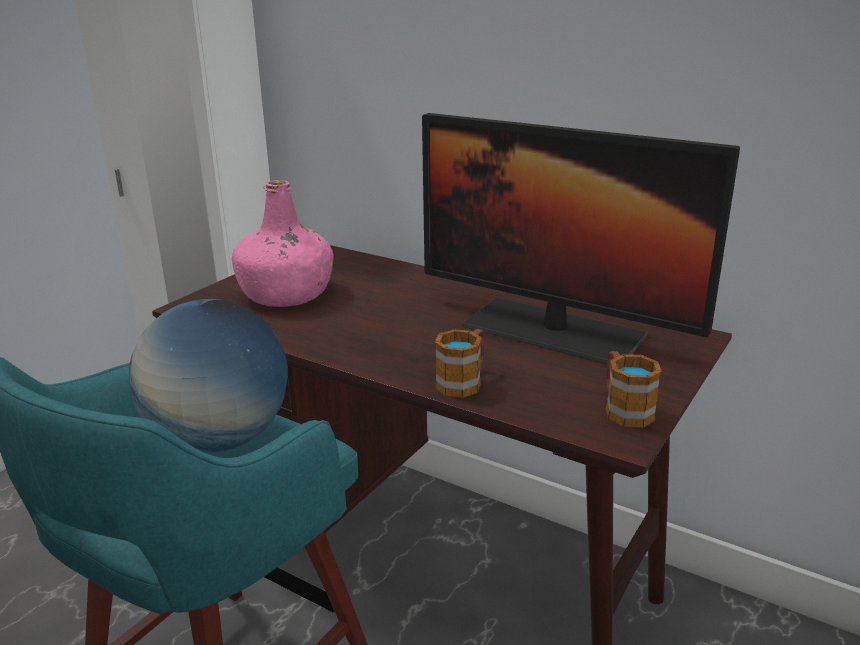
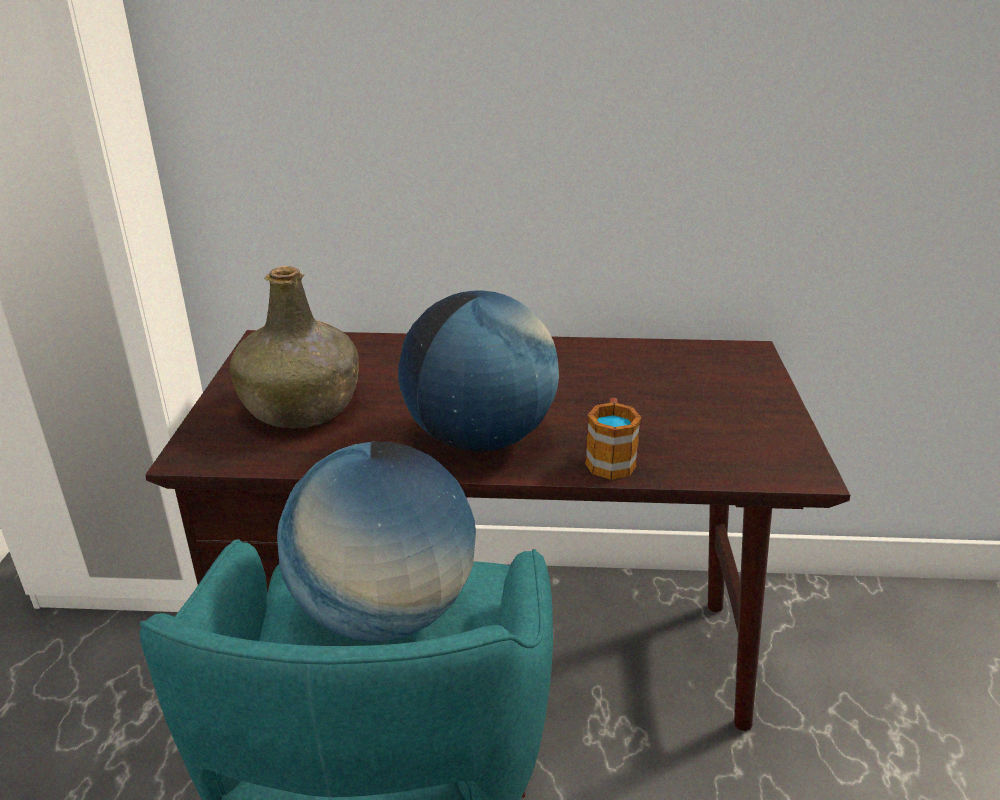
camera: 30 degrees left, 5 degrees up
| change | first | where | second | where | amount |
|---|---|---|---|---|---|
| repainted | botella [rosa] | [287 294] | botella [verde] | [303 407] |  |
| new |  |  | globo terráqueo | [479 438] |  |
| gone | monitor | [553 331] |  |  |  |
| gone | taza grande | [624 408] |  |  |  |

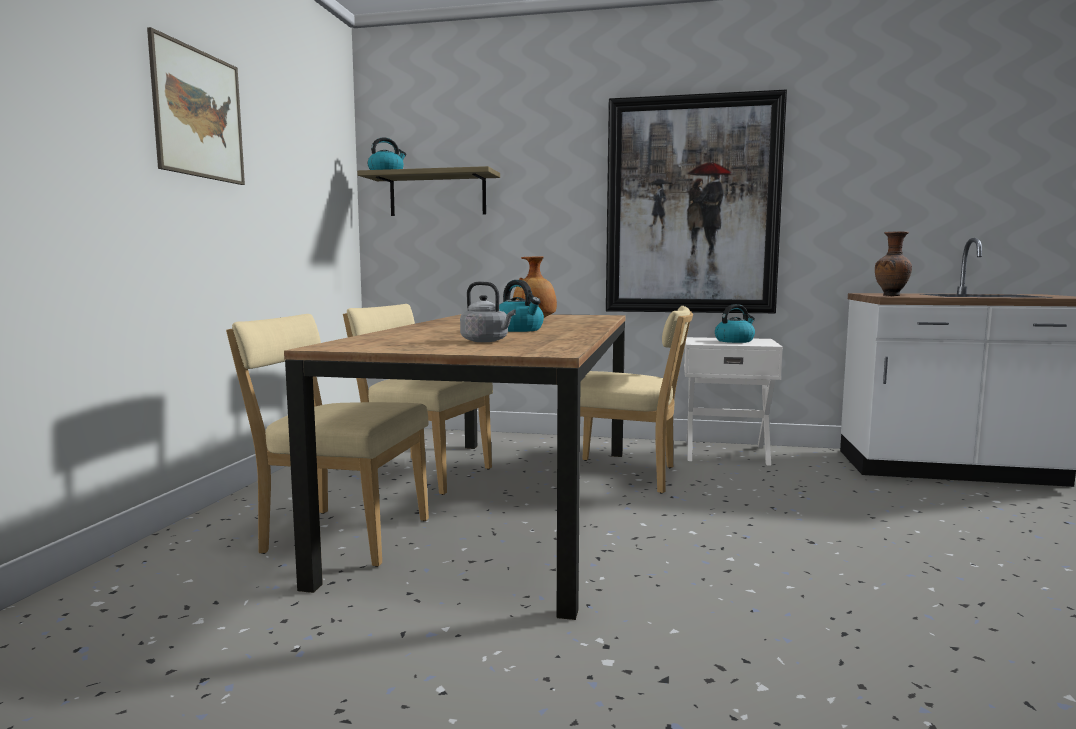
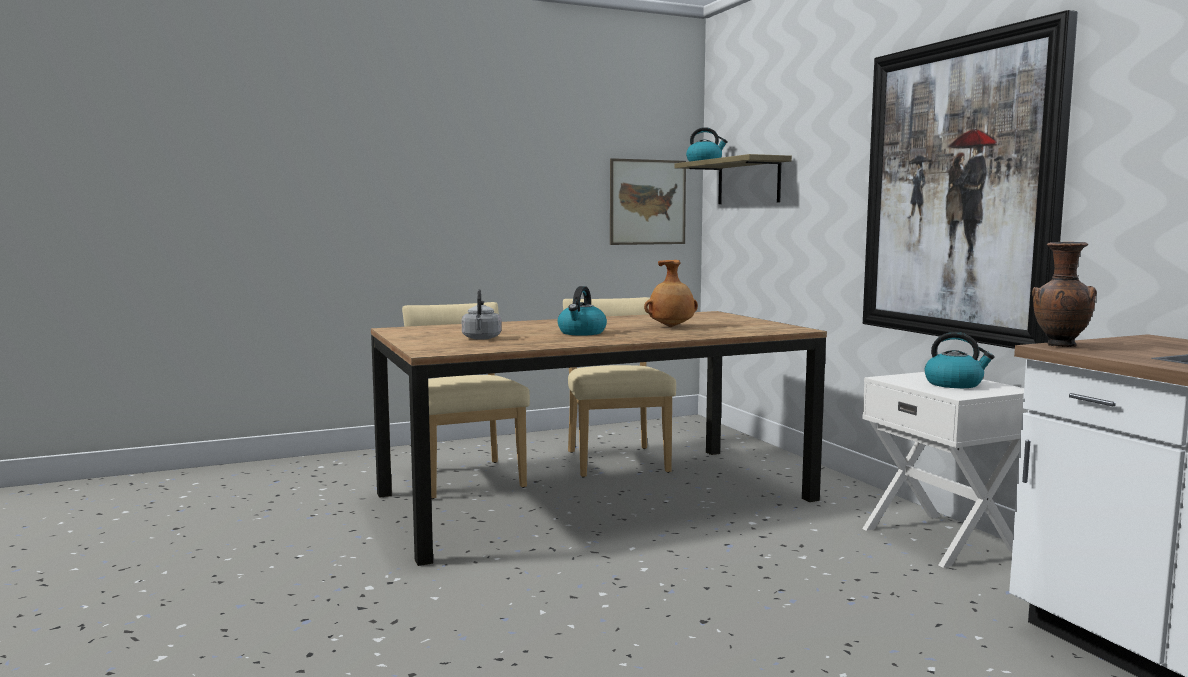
camera: 55 degrees right, 0 degrees up
| change | first | where | second | where | amount |
|---|---|---|---|---|---|
| shifted | cuadro | [199 114] |  | [647 202] |  |
| gone | silla [beis] | [627 476] |  |  |  |

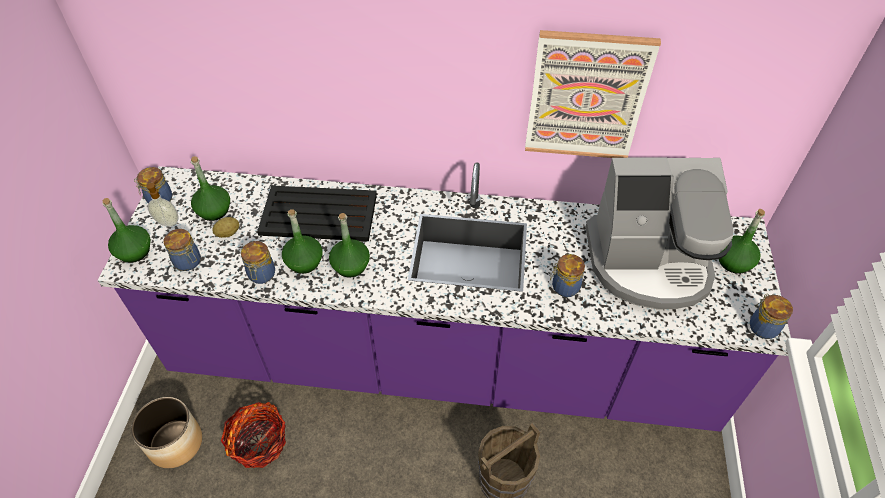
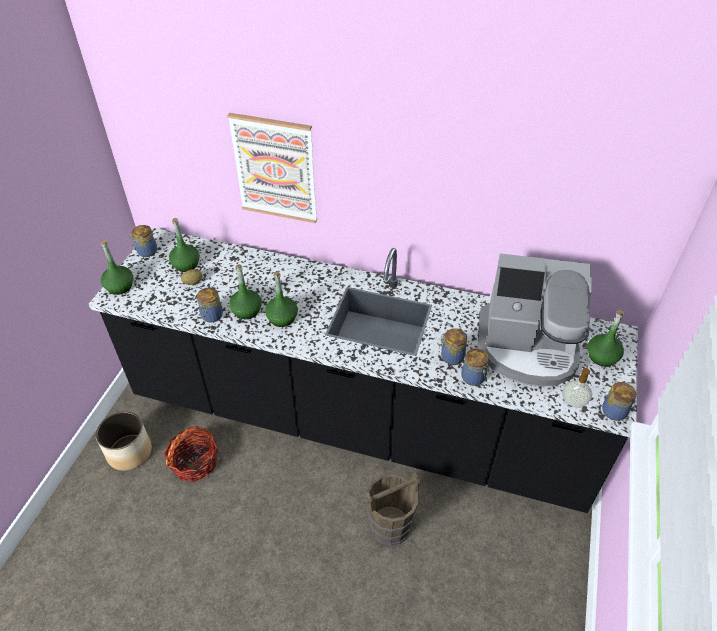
camera: 10 degrees right, 5 degrees down
| change | first | where | second | where | amount |
|---|---|---|---|---|---|
| repainted | mueble bajo de cocina [morado] | [442 360] | mueble bajo de cocina [negro] | [358 421] |  |
| shifted | cuadro | [587 96] |  | [275 168] |  |
| shifted | tarro | [188 262] |  | [473 378] |  |
| shifted | dispensador de jabón | [168 221] |  | [573 402] |  |
| gone | bandeja [negro] | [317 214] |  |  |  |

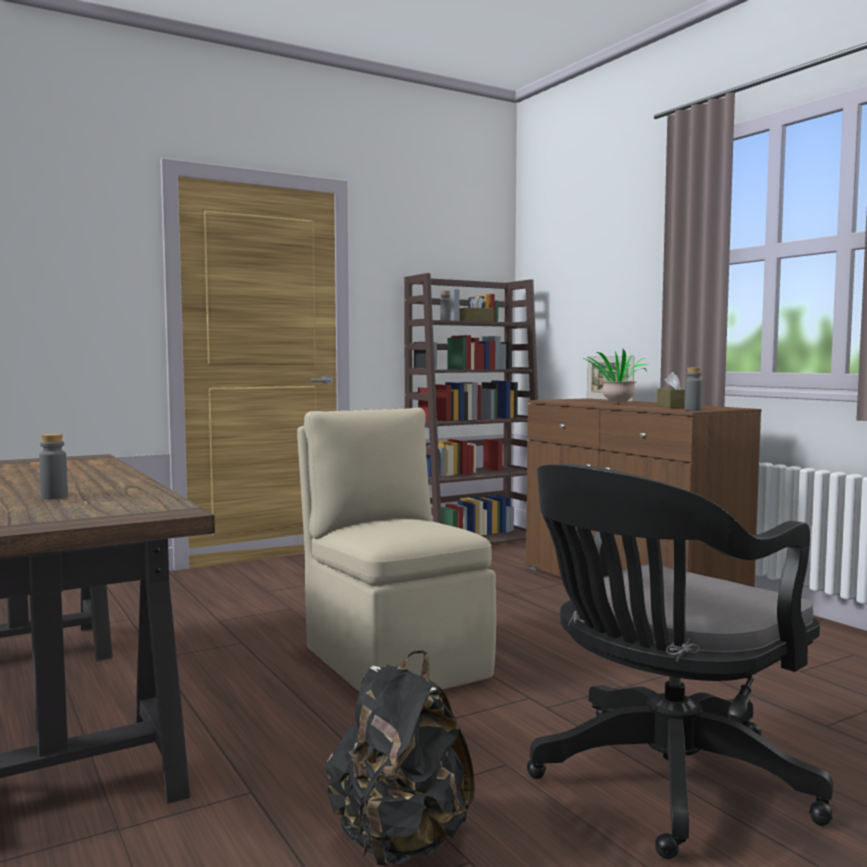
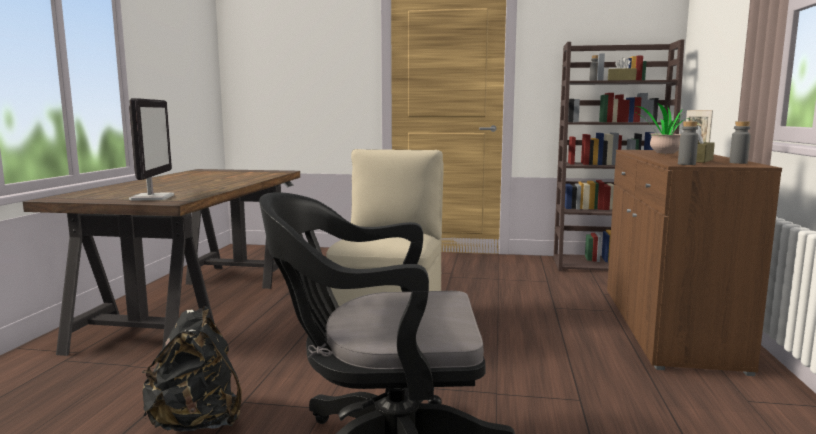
camera: 40 degrees right, 5 degrees up
| change | first | where | second | where | amount |
|---|---|---|---|---|---|
| new |  |  | monitor | [152 198] |  |
| shifted | botella [gris] | [54 497] |  | [738 163] |  |

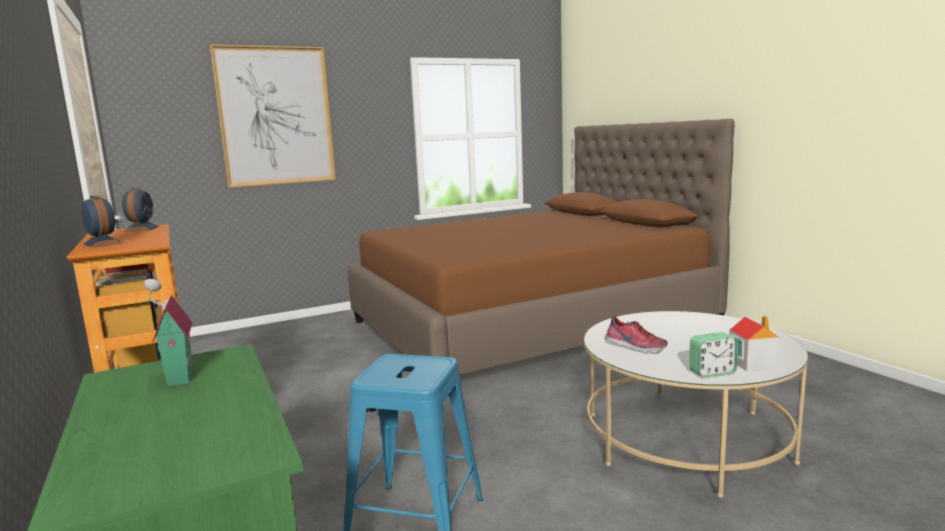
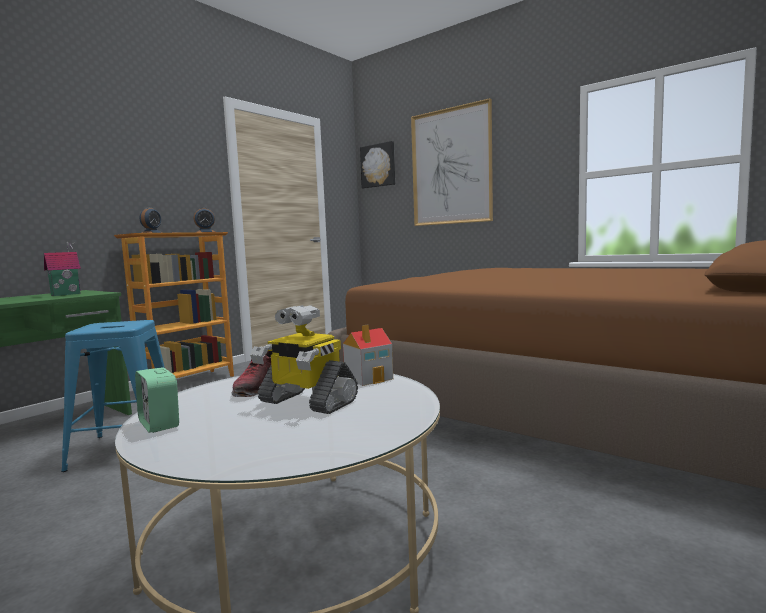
camera: 65 degrees right, 5 degrees down
| change | first | where | second | where | amount |
|---|---|---|---|---|---|
| new |  |  | robot de juguete | [306 402] |  |
| shifted | casita | [751 363] |  | [369 378] |  |
| new |  |  | cuadro | [378 165] |  |

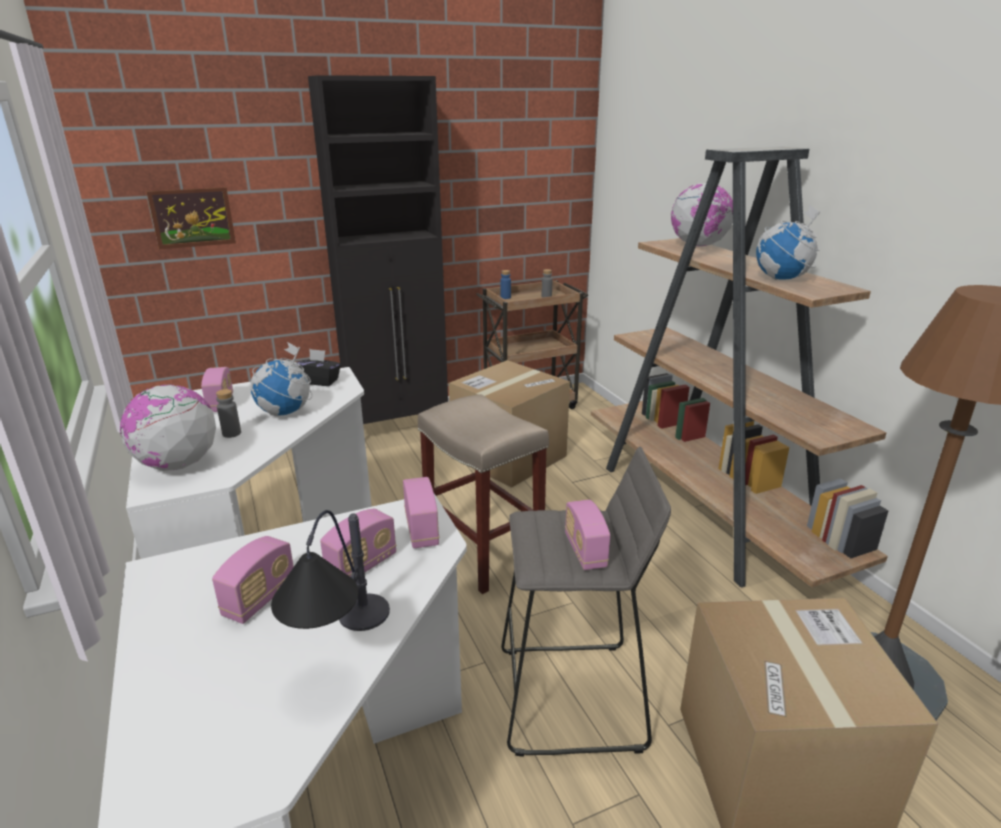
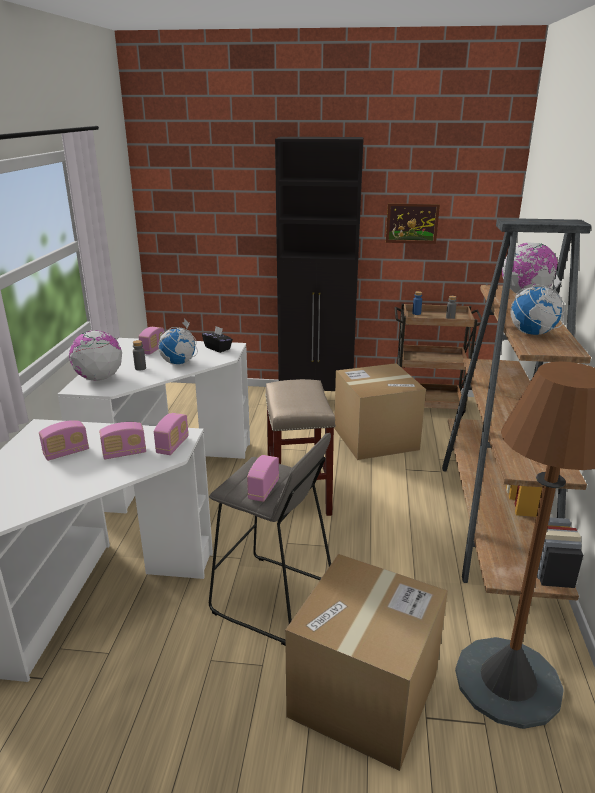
camera: 30 degrees right, 0 degrees up
| change | first | where | second | where | amount |
|---|---|---|---|---|---|
| shifted | cuadro | [192 218] |  | [412 223] |  |
| gone | lámpara de mesa | [342 651] |  |  |  |

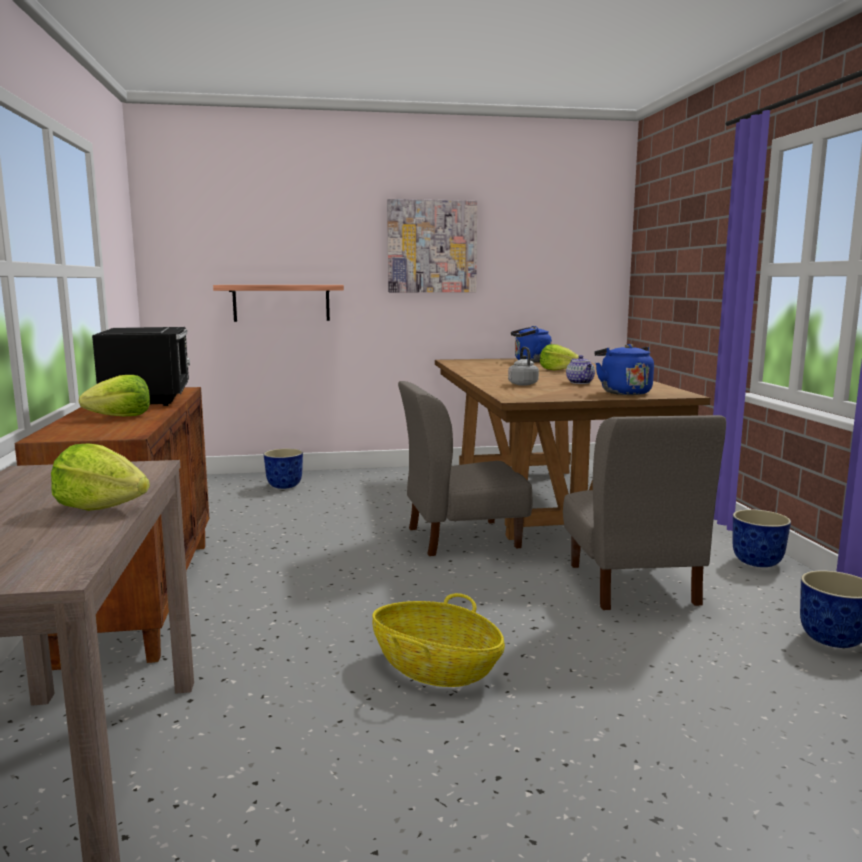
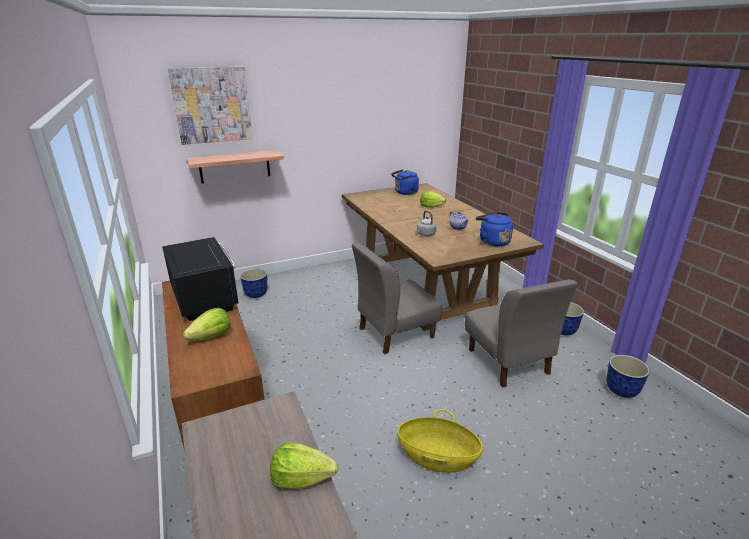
camera: 15 degrees left, 15 degrees up
| change | first | where | second | where | amount |
|---|---|---|---|---|---|
| shifted | cuadro | [432 246] |  | [212 105] |  |

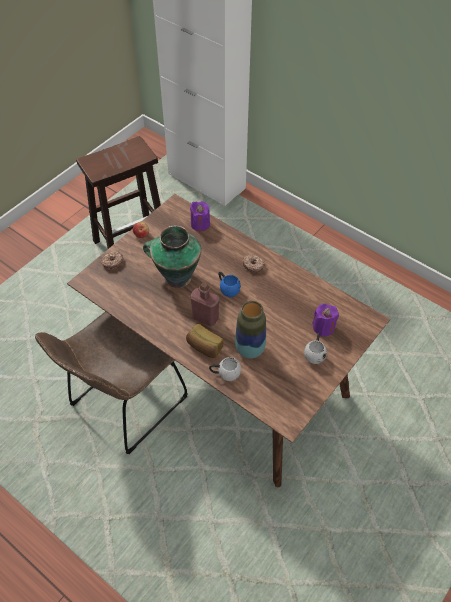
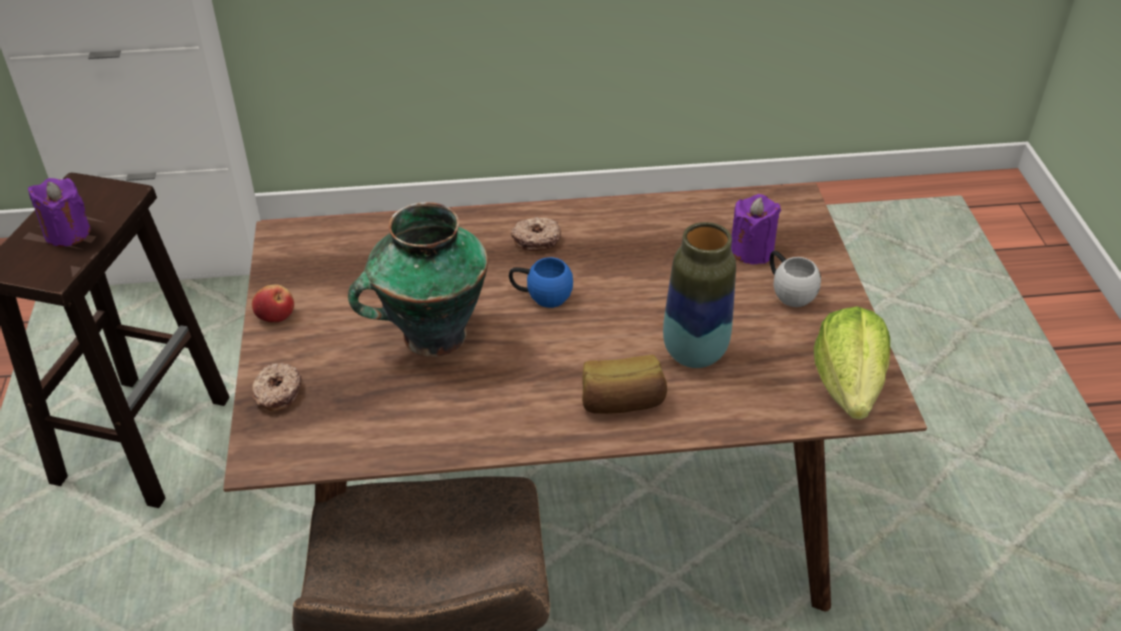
camera: 45 degrees left, 10 degrees down
| change | first | where | second | where | amount |
|---|---|---|---|---|---|
| shifted | vela [morado] | [200 224] |  | [67 233] |  |
| new |  |  | lechuga | [848 386] |  |
| gone | botella [rojo] | [205 317] |  |  |  |
| gone | taza grande [blanco] | [225 374] |  |  |  |

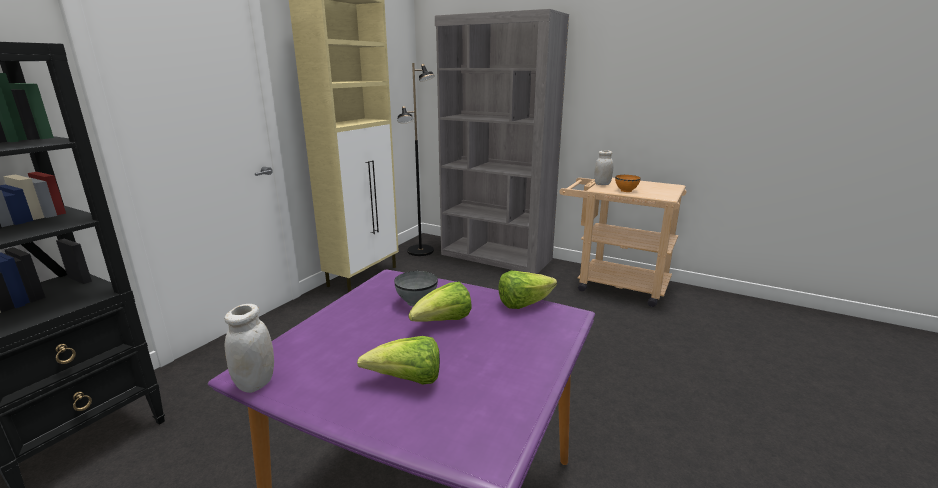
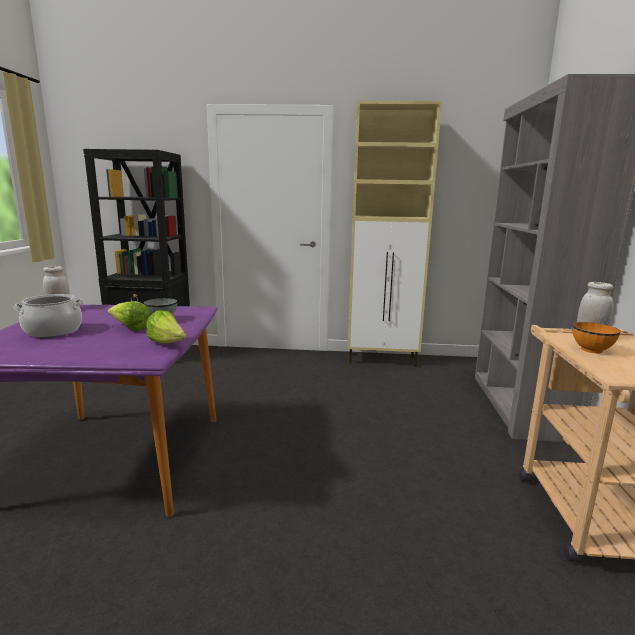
camera: 65 degrees right, 5 degrees down
| change | first | where | second | where | amount |
|---|---|---|---|---|---|
| swapped | lechuga | [407 380] | olla | [53 331] |  |
| gone | lámpara de pie [negro] | [421 251] |  |  |  |

